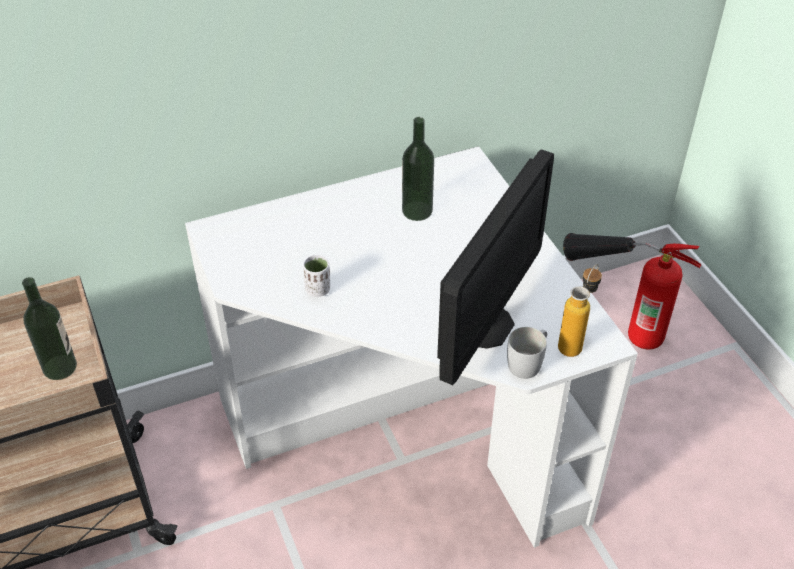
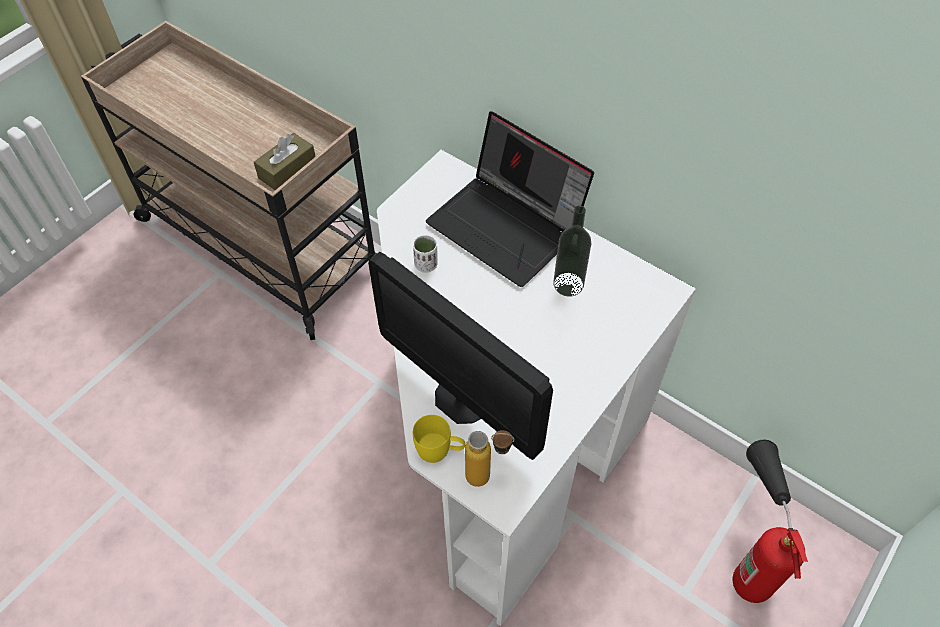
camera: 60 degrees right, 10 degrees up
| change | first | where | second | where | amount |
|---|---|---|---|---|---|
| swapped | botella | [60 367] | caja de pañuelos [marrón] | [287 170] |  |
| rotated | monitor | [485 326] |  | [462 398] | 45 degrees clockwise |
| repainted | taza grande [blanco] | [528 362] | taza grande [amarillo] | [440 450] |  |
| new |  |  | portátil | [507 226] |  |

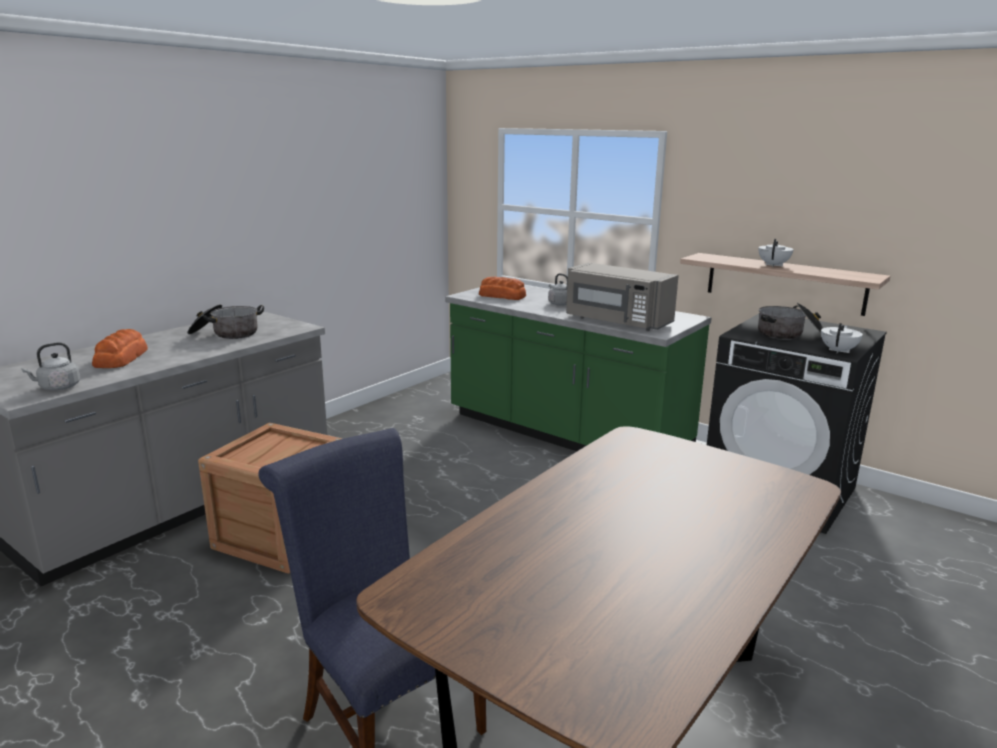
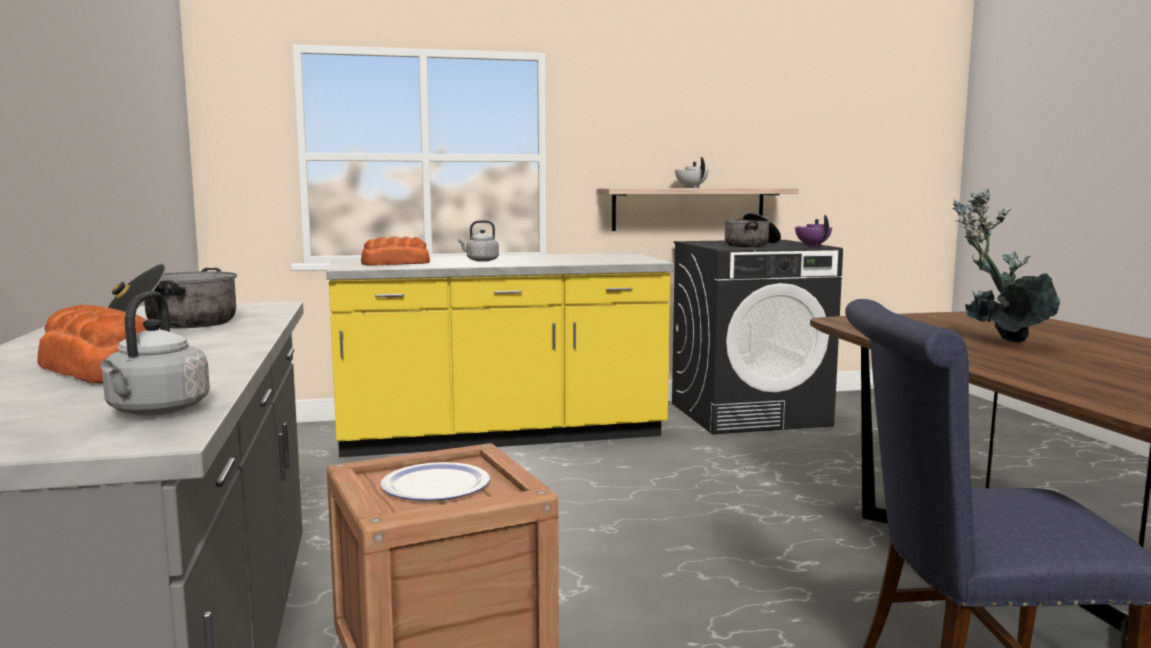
camera: 50 degrees left, 10 degrees down
| change | first | where | second | where | amount |
|---|---|---|---|---|---|
| repainted | mueble bajo de cocina [verde] | [566 434] | mueble bajo de cocina [amarillo] | [501 435] |  |
| new |  |  | plato | [435 484] |  |
| repainted | tetera [blanco] | [839 351] | tetera [morado] | [812 246] |  |
| new |  |  | planta en maceta | [998 342] |  |
| gone | microondas [gris] | [617 321] |  |  |  |

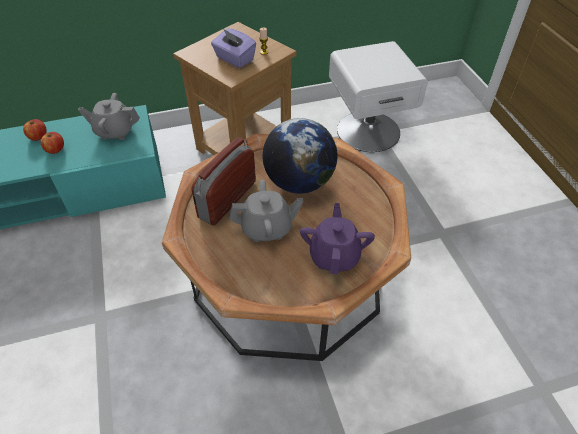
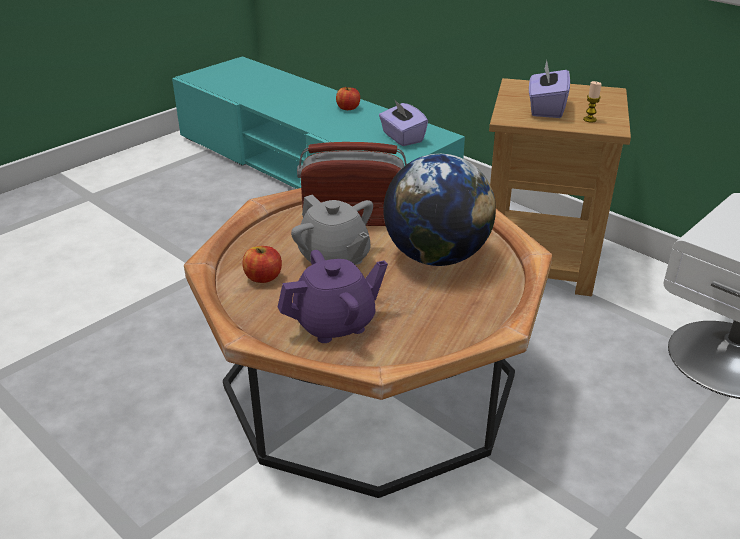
camera: 60 degrees right, 15 degrees down
| change | first | where | second | where | amount |
|---|---|---|---|---|---|
| shifted | manzana | [55 149] |  | [263 277] |  |
| swapped | tetera [gris] | [115 131] | caja de pañuelos [morado] | [402 137] |  |

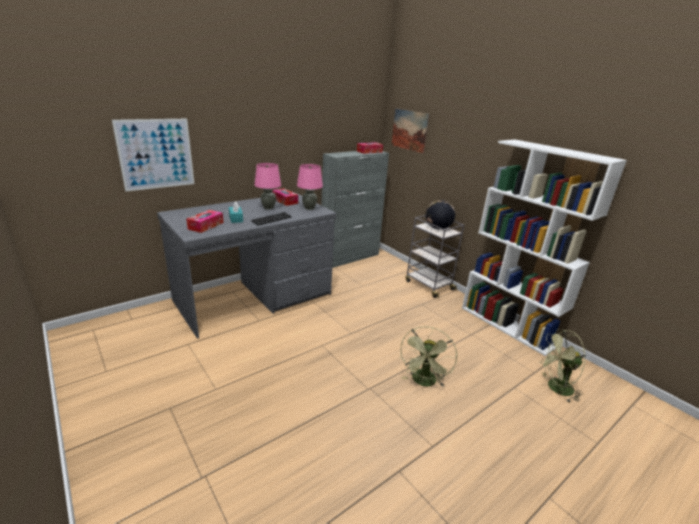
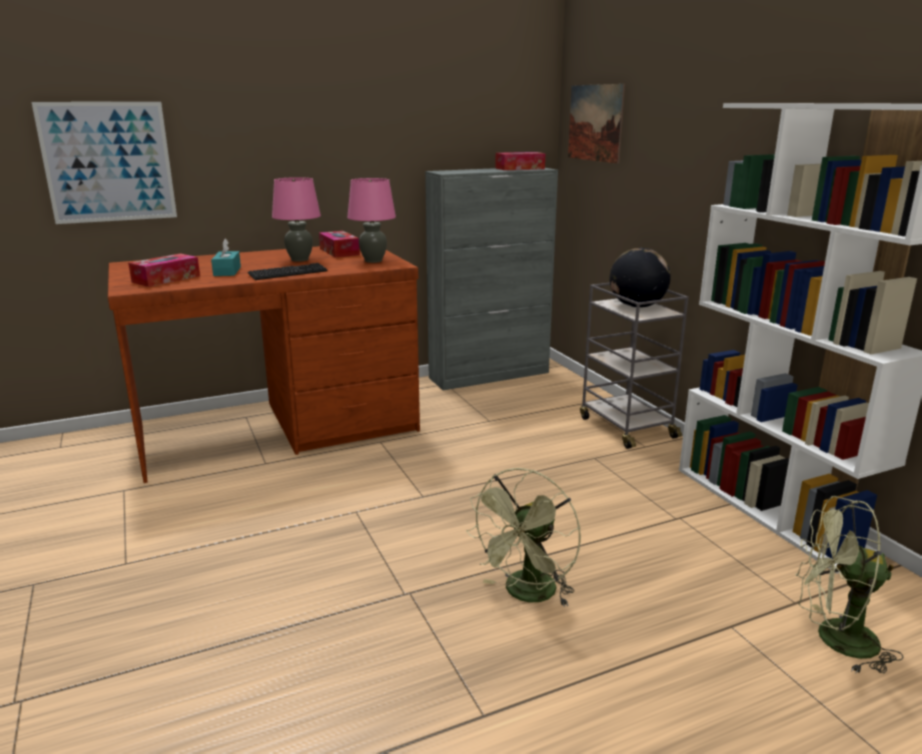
camera: 15 degrees right, 5 degrees down
| change | first | where | second | where | amount |
|---|---|---|---|---|---|
| repainted | escritorio [gris] | [255 297] | escritorio [marrón] | [279 428] |  |

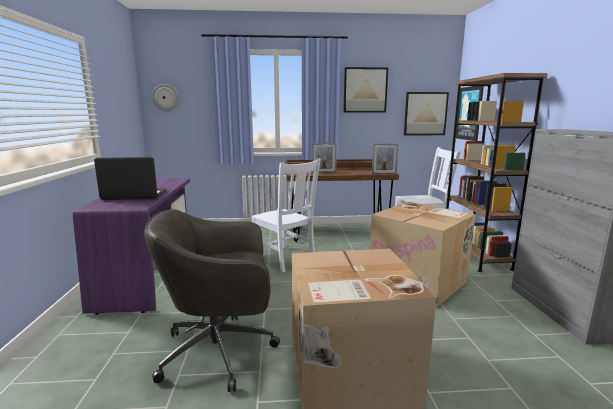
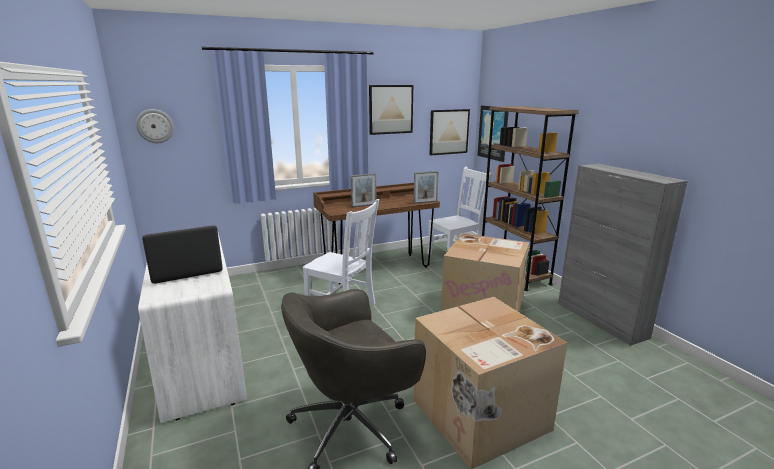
camera: 20 degrees left, 5 degrees up
| change | first | where | second | where | amount |
|---|---|---|---|---|---|
| repainted | escritorio [morado] | [150 274] | escritorio [blanco] | [201 355] |  |

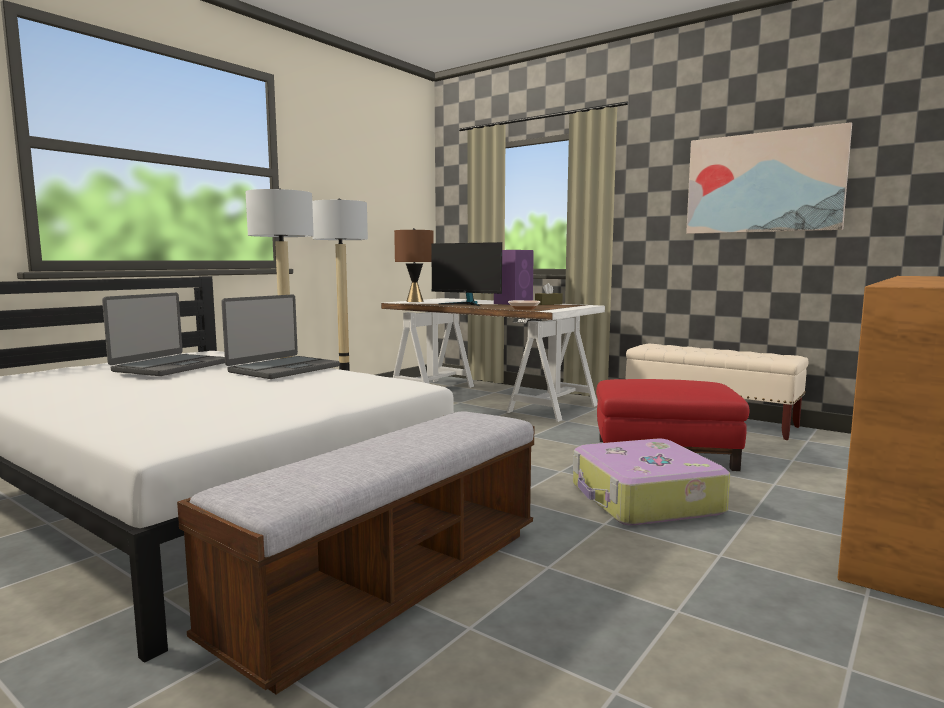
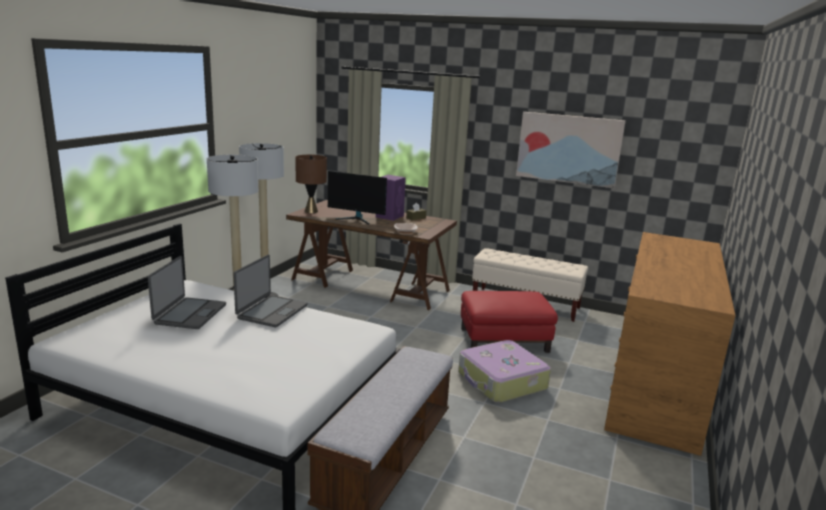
camera: 15 degrees left, 10 degrees up
| change | first | where | second | where | amount |
|---|---|---|---|---|---|
| repainted | escritorio [blanco] | [489 398] | escritorio [marrón] | [370 285] |  |

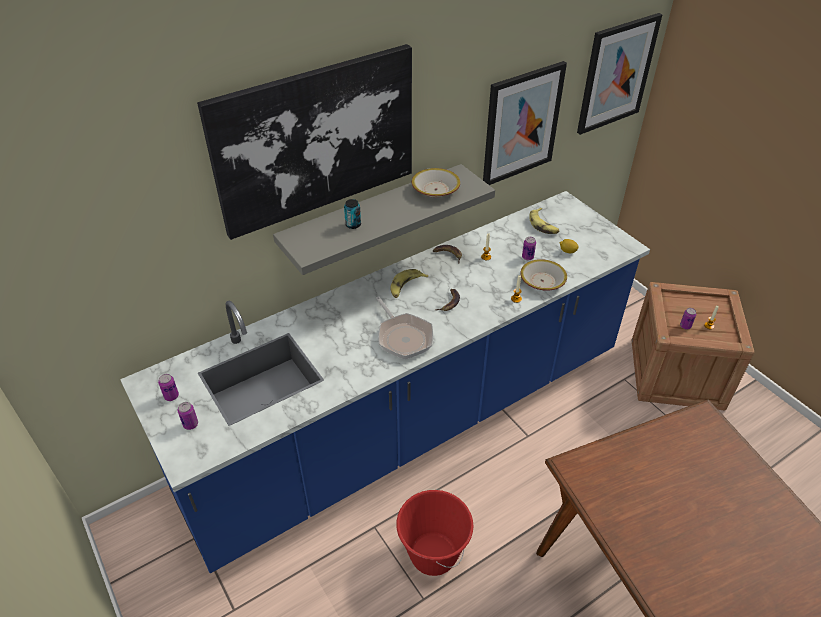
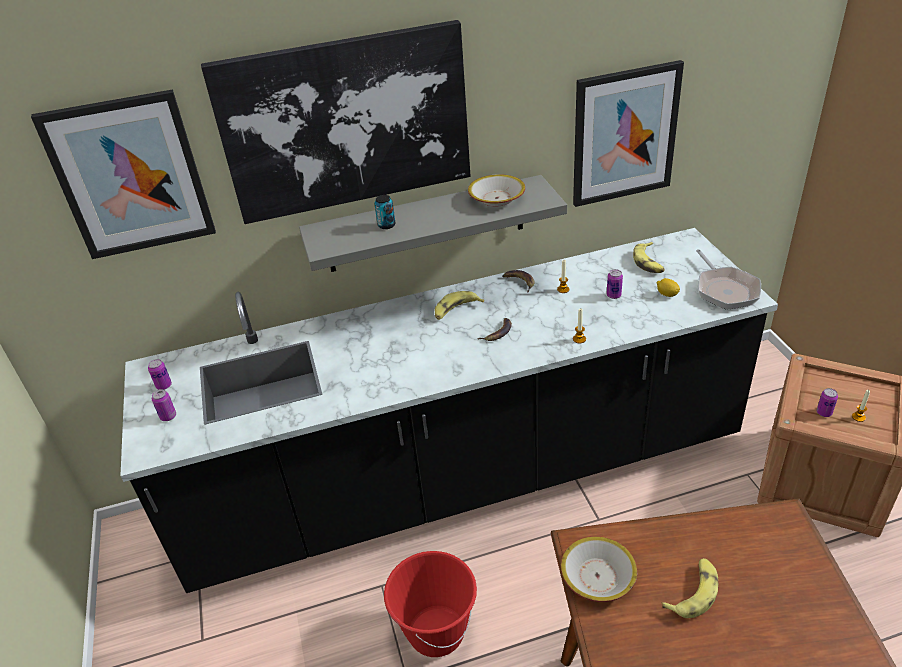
camera: 20 degrees right, 5 degrees down
| change | first | where | second | where | amount |
|---|---|---|---|---|---|
| shifted | cuadro | [616 74] |  | [130 176] |  |
| repainted | mueble bajo de cocina [azul] | [410 421] | mueble bajo de cocina [negro] | [464 477] |  |
| shifted | cuenco | [542 281] |  | [597 576] |  |
| new |  |  | plátano | [693 592] |  |
| shifted | sartén | [403 337] |  | [725 289] |  |

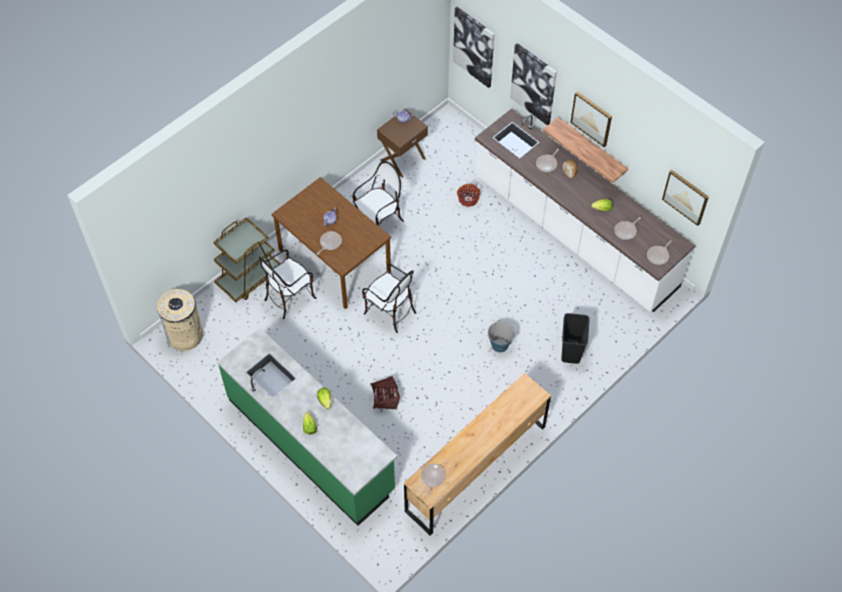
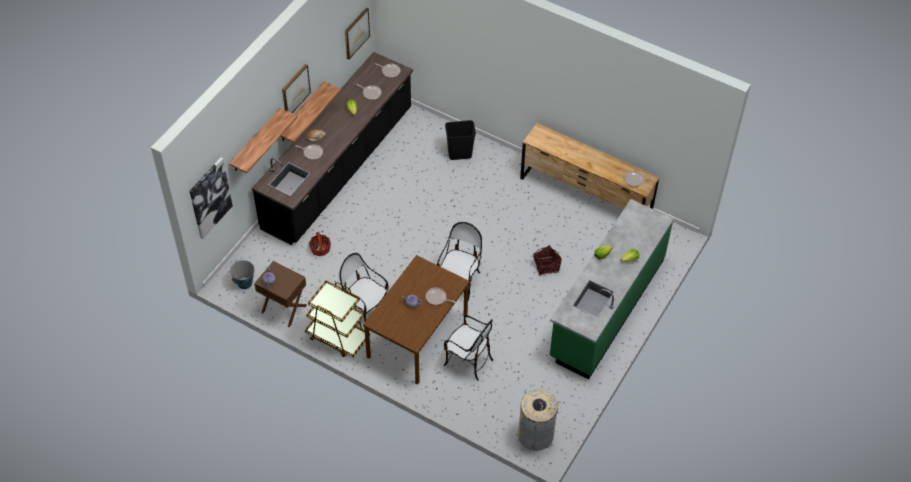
camera: 105 degrees left, 5 degrees down
| change | first | where | second | where | amount |
|---|---|---|---|---|---|
| swapped | cuadro | [533 84] | estante | [255 141] |  |
| shifted | cubo | [499 345] |  | [244 283] |  |
| repainted | mueble bajo de cocina [blanco] | [574 232] | mueble bajo de cocina [negro] | [339 168] |  |
| shifted | carrito [marrón] | [249 278] |  | [337 337] |  |

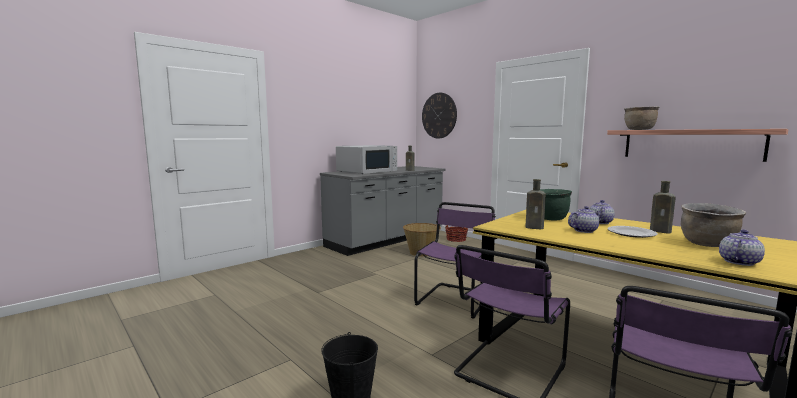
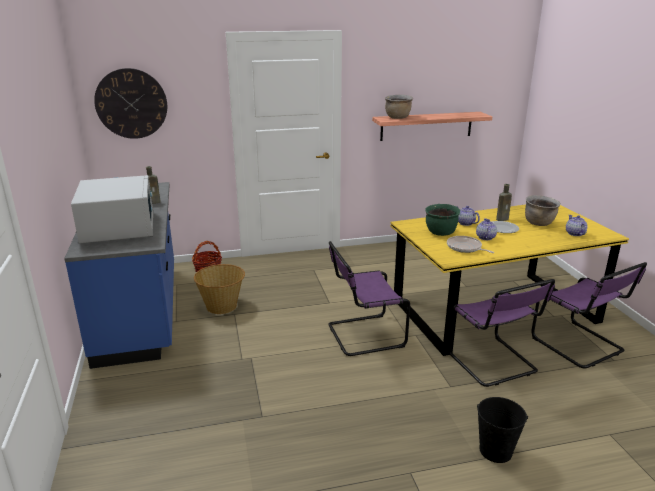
camera: 60 degrees left, 15 degrees up
| change | first | where | second | where | amount |
|---|---|---|---|---|---|
| repainted | mueble bajo de cocina [gris] | [386 240] | mueble bajo de cocina [azul] | [140 311] |  |
| rotated | silla [morado] | [455 299] |  | [363 335] | 75 degrees counterclockwise |
| swapped | botella [marrón] | [535 228] | sartén | [465 248] |  |

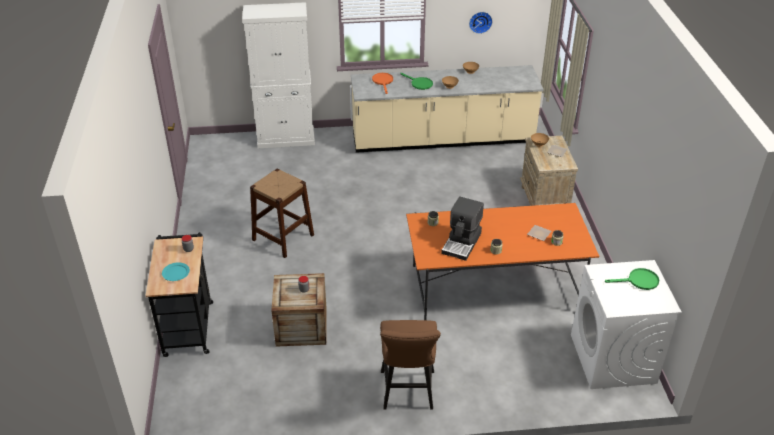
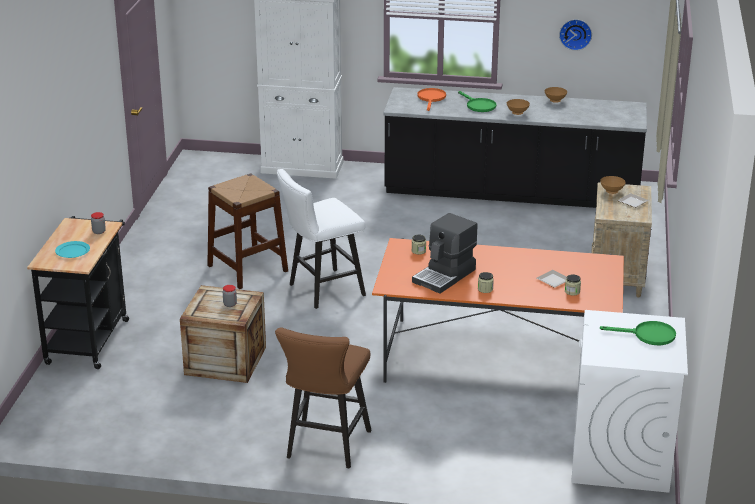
camera: 15 degrees right, 10 degrees down
| change | first | where | second | where | amount |
|---|---|---|---|---|---|
| new |  |  | taburete [blanco] | [321 291] |  |
| repainted | mueble bajo de cocina [beis] | [443 139] | mueble bajo de cocina [negro] | [511 193] |  |

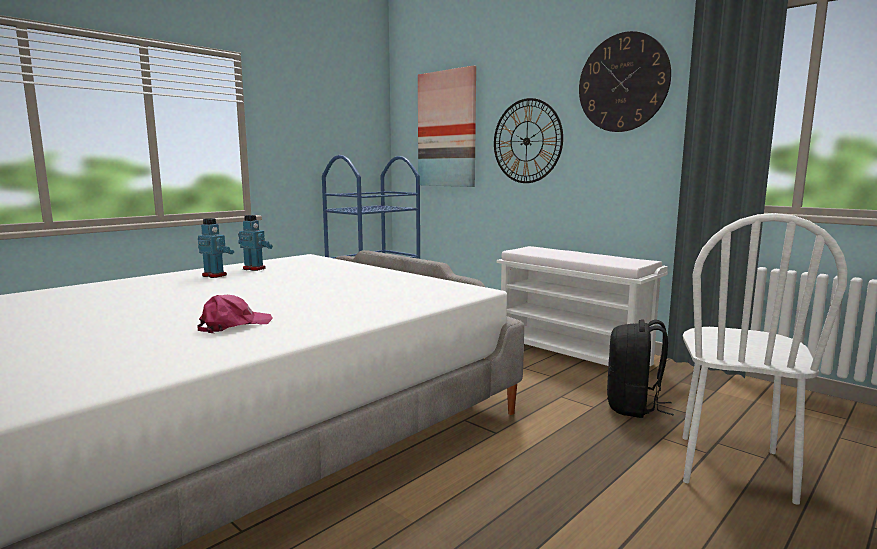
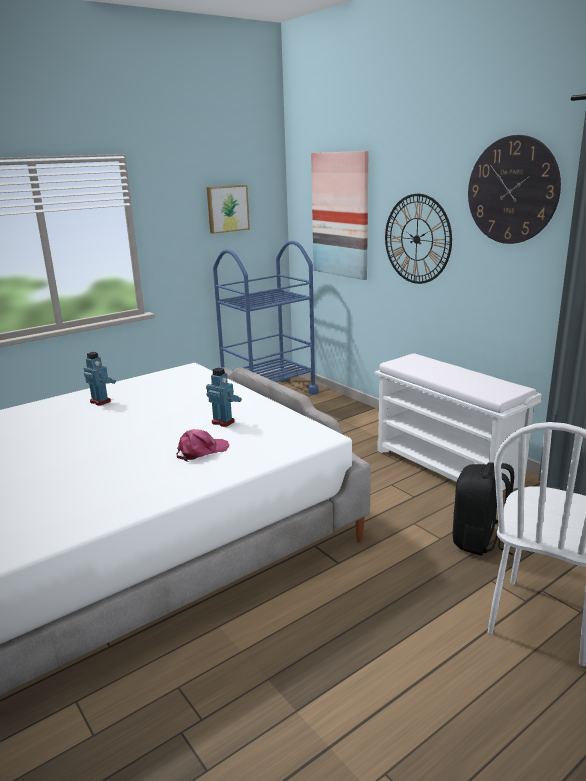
camera: 10 degrees right, 10 degrees up
| change | first | where | second | where | amount |
|---|---|---|---|---|---|
| shifted | gorra [rosa] | [234 325] |  | [201 451] |  |
| shifted | robot de juguete | [254 268] |  | [223 422] |  |
| new |  |  | cuadro | [227 208] |  |

